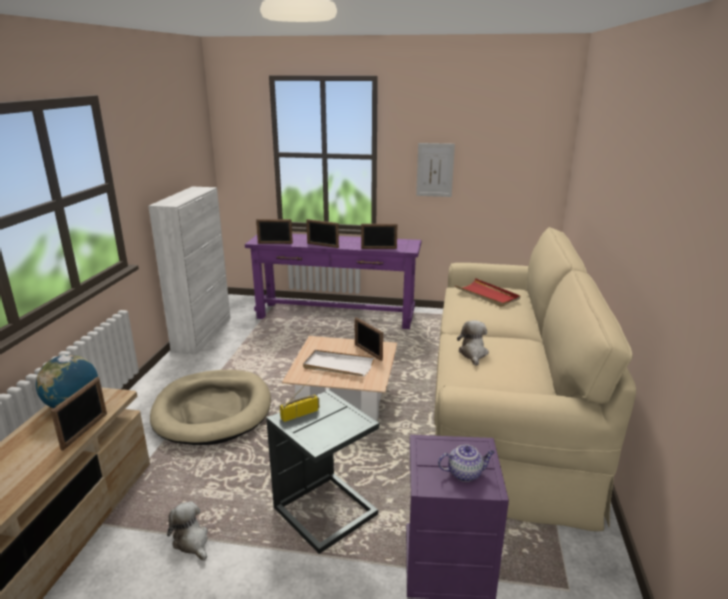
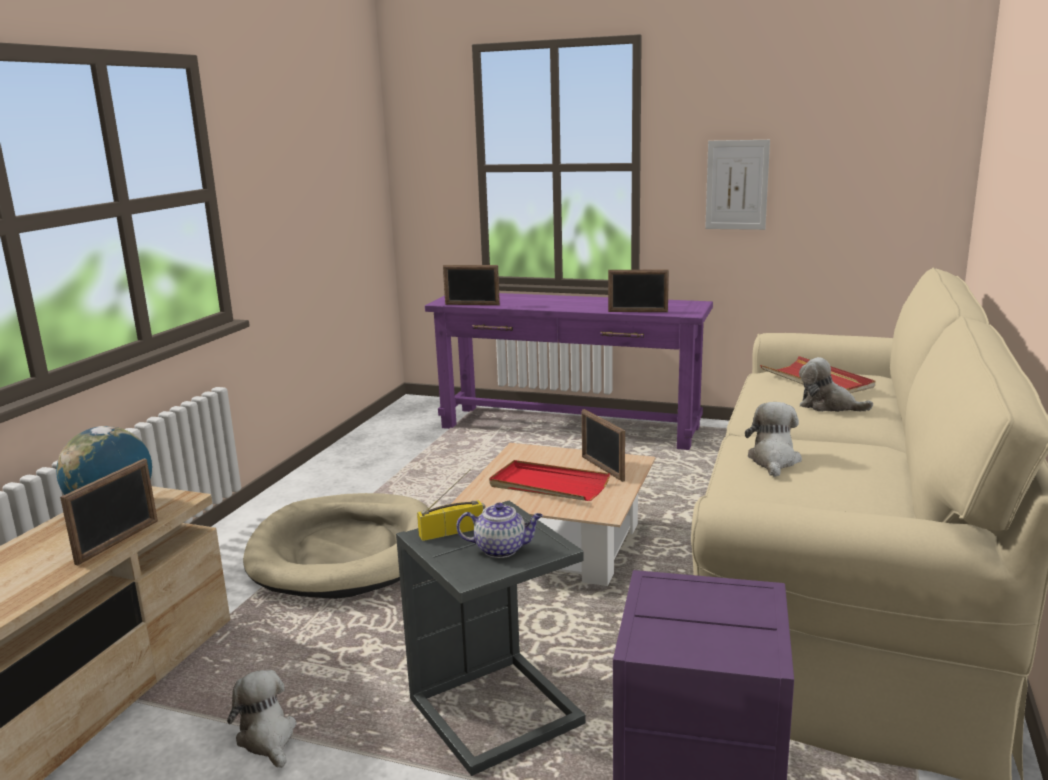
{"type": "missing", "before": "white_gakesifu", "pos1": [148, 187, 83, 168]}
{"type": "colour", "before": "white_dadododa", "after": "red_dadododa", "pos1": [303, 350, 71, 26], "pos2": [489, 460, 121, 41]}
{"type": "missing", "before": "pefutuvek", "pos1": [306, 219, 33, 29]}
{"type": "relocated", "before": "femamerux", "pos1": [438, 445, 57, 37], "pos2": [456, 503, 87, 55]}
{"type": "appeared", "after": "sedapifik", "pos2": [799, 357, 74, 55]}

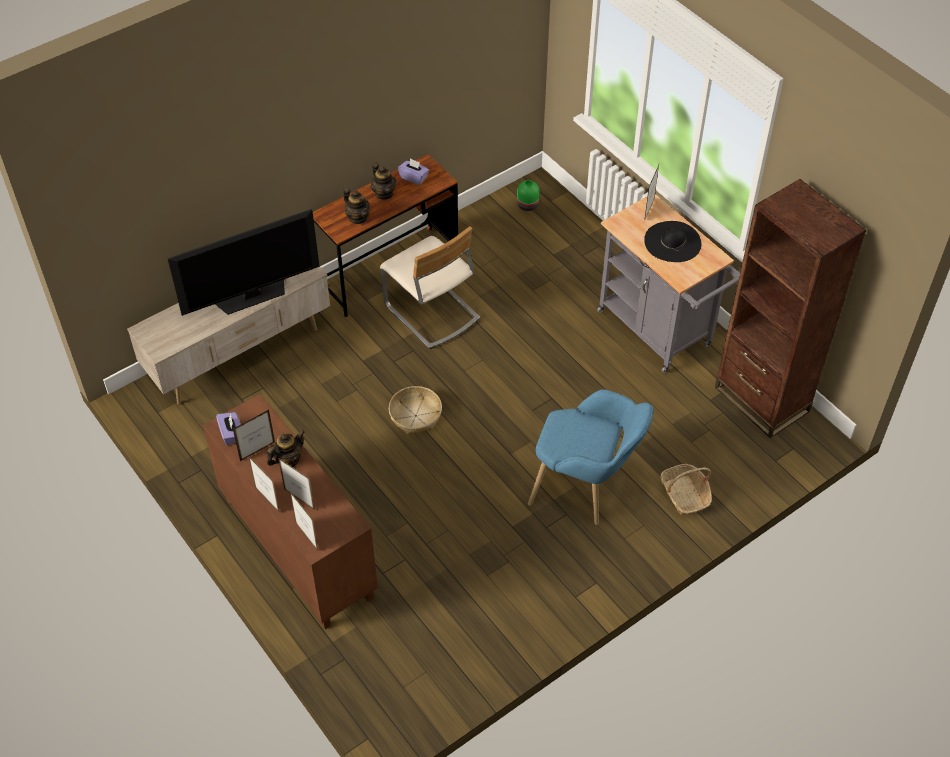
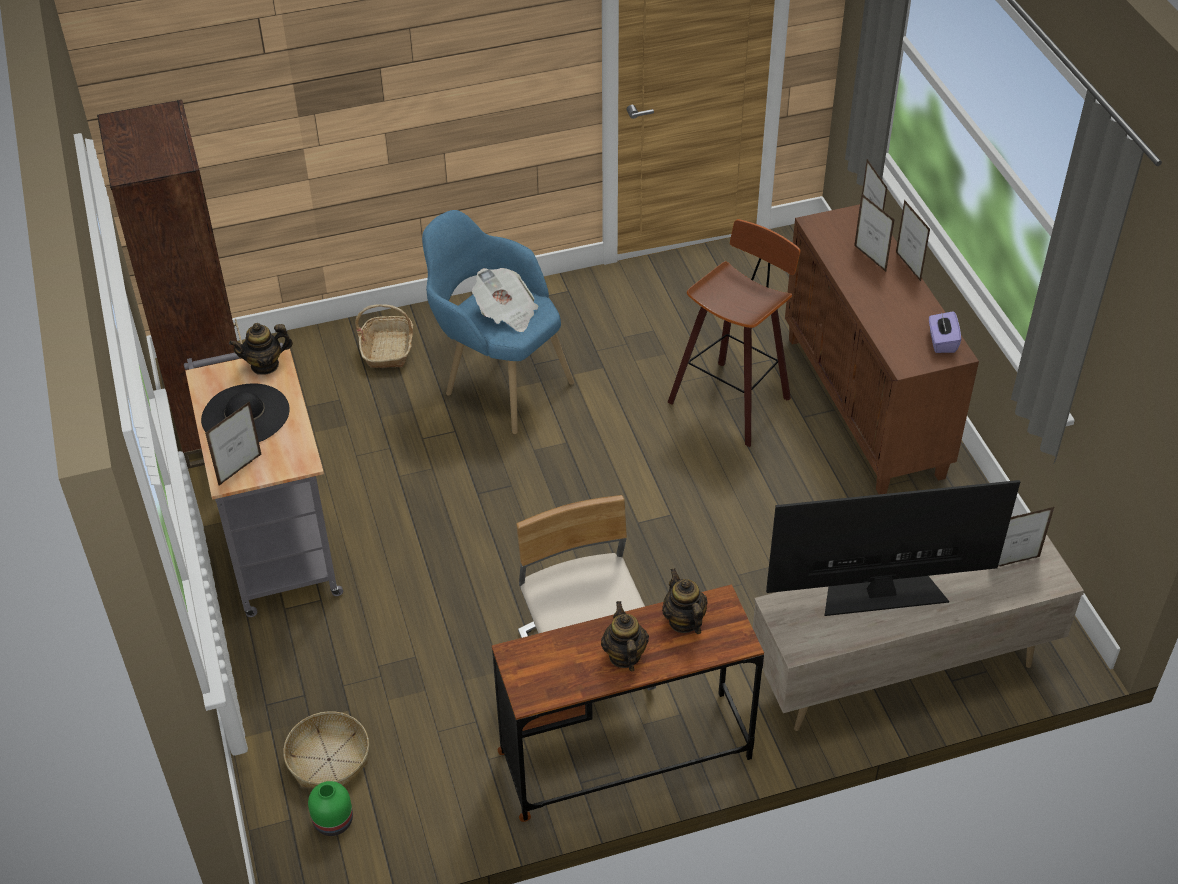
{"type": "relocated", "before": "pefutuvek", "pos1": [233, 410, 42, 51], "pos2": [998, 507, 56, 59]}
{"type": "relocated", "before": "femamerux", "pos1": [267, 430, 38, 37], "pos2": [229, 323, 64, 52]}
{"type": "relocated", "before": "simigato", "pos1": [389, 386, 53, 49], "pos2": [283, 711, 86, 77]}
{"type": "missing", "before": "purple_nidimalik", "pos1": [398, 158, 31, 27]}
{"type": "appeared", "after": "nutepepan", "pos2": [472, 268, 66, 64]}
{"type": "appeared", "after": "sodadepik", "pos2": [667, 219, 134, 228]}

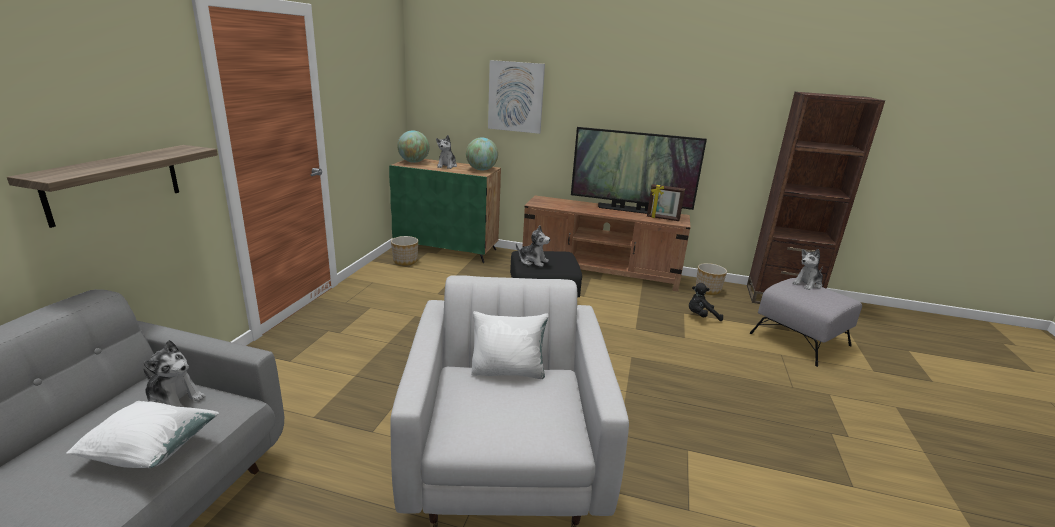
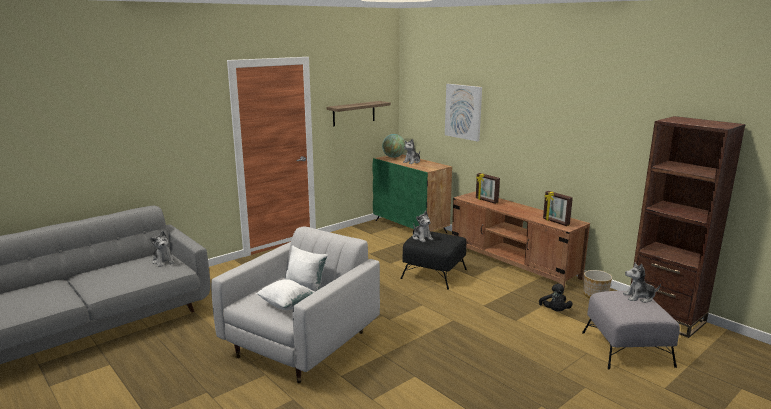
{"type": "relocated", "before": "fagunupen", "pos1": [7, 145, 211, 83], "pos2": [327, 101, 64, 25]}
{"type": "relocated", "before": "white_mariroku", "pos1": [66, 401, 153, 67], "pos2": [256, 279, 59, 31]}
{"type": "missing", "before": "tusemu", "pos1": [391, 236, 27, 30]}
{"type": "missing", "before": "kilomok", "pos1": [466, 138, 32, 33]}
{"type": "missing", "before": "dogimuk", "pos1": [571, 127, 136, 87]}
{"type": "spun", "before": "black_sedapifik", "pos1": [689, 283, 34, 38], "pos2": [539, 284, 34, 27], "turn": -120}
{"type": "appeared", "after": "pefutuvek", "pos2": [476, 173, 24, 31]}

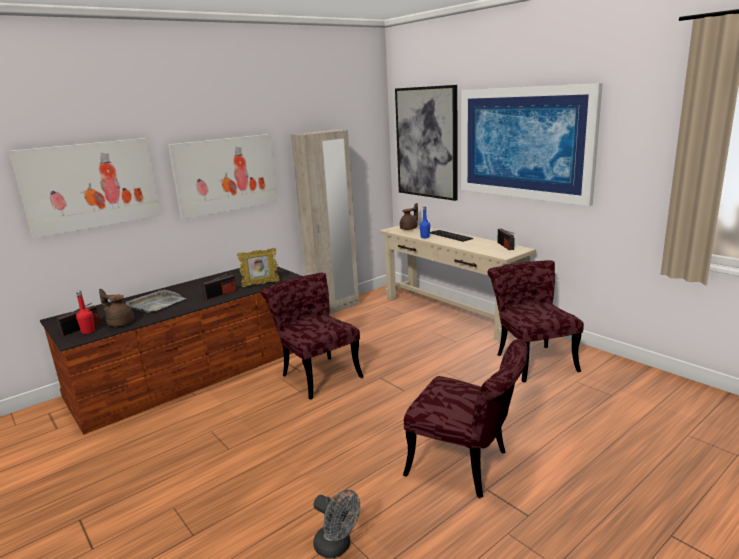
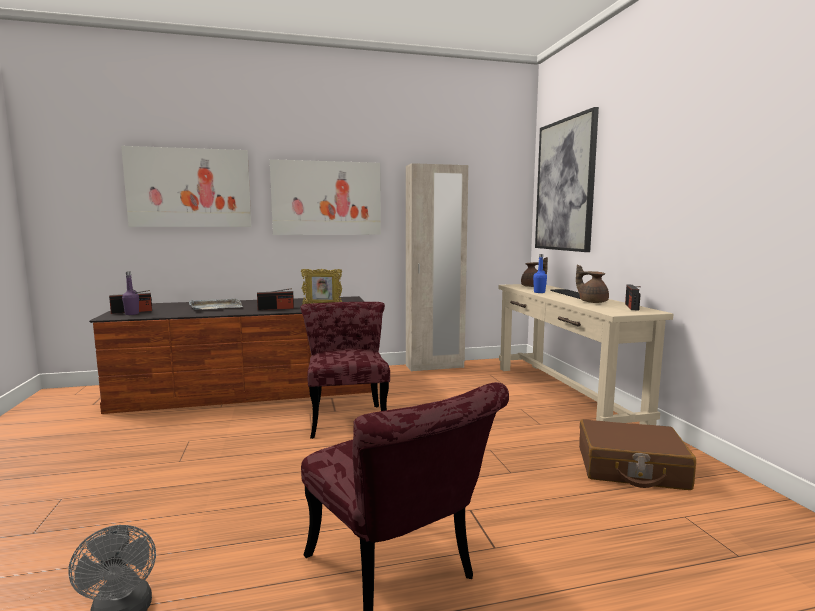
{"type": "colour", "before": "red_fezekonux", "after": "purple_fezekonux", "pos1": [76, 290, 19, 44], "pos2": [122, 271, 17, 44]}
{"type": "relocated", "before": "brown_femamerux", "pos1": [99, 289, 35, 37], "pos2": [576, 264, 33, 39]}
{"type": "missing", "before": "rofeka", "pos1": [461, 83, 142, 123]}
{"type": "exchanged", "before": "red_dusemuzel", "after": "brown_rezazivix", "pos1": [488, 260, 96, 122], "pos2": [579, 419, 117, 71]}

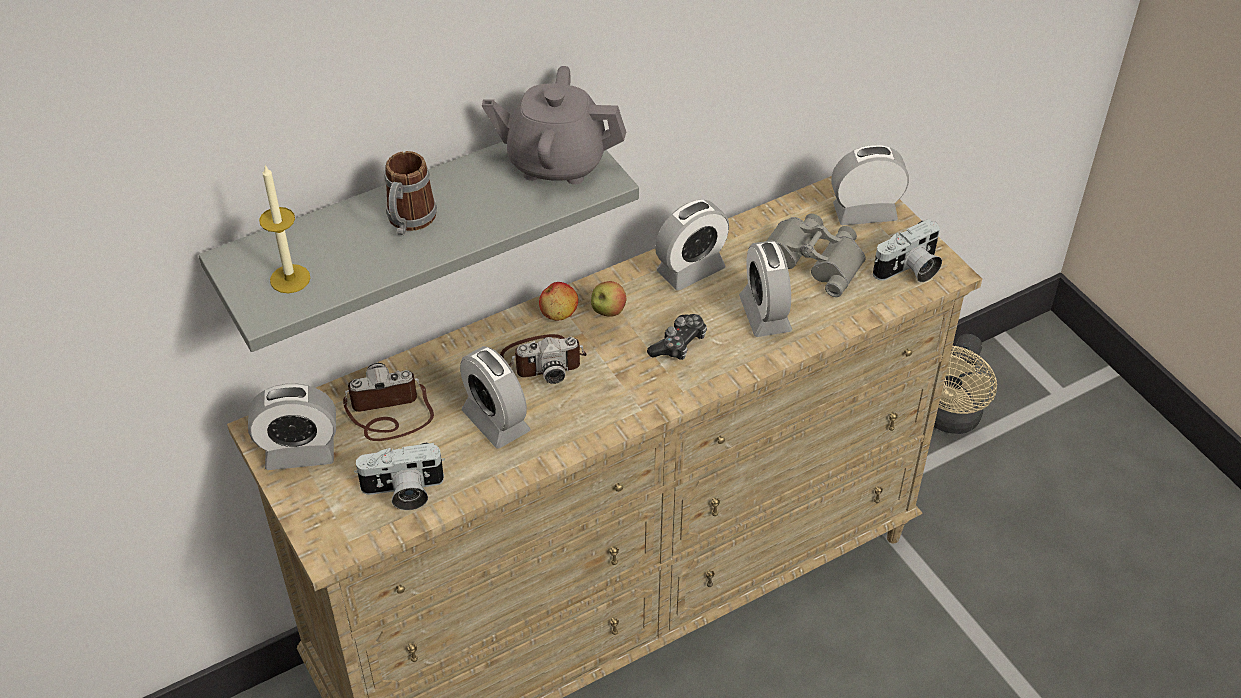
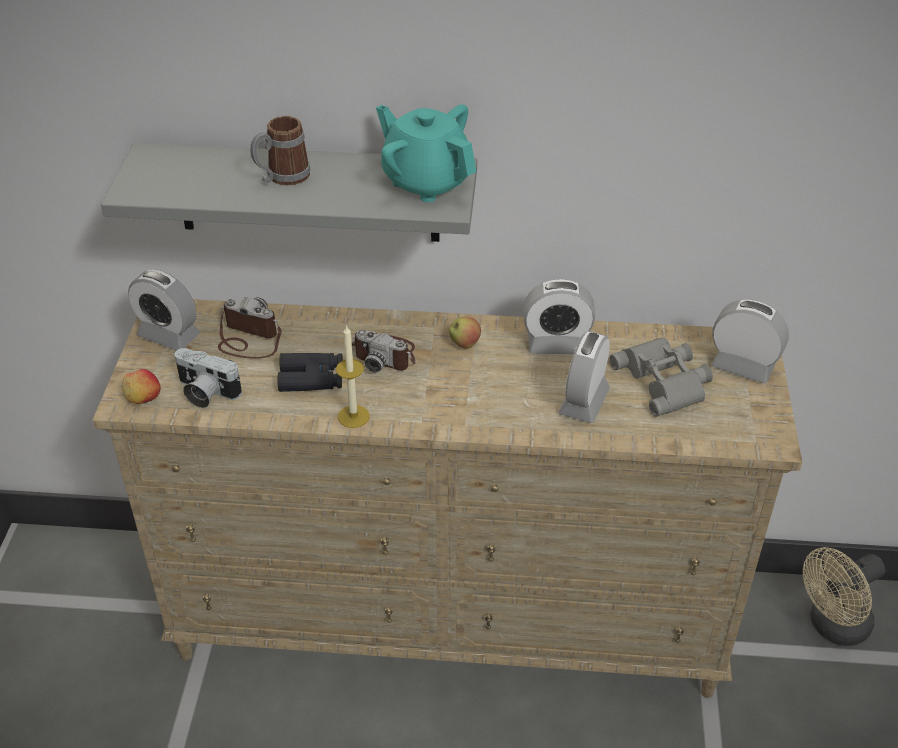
{"type": "relocated", "before": "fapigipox", "pos1": [259, 164, 51, 129], "pos2": [336, 325, 34, 103]}
{"type": "exchanged", "before": "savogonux", "after": "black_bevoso", "pos1": [460, 346, 71, 103], "pos2": [278, 353, 65, 39]}
{"type": "colour", "before": "grey_femamerux", "after": "turquoise_femamerux", "pos1": [482, 66, 144, 119], "pos2": [376, 104, 101, 98]}
{"type": "relocated", "before": "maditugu", "pos1": [539, 282, 39, 38], "pos2": [122, 369, 38, 35]}
{"type": "missing", "before": "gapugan", "pos1": [647, 314, 60, 46]}
{"type": "missing", "before": "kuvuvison", "pos1": [873, 219, 69, 63]}

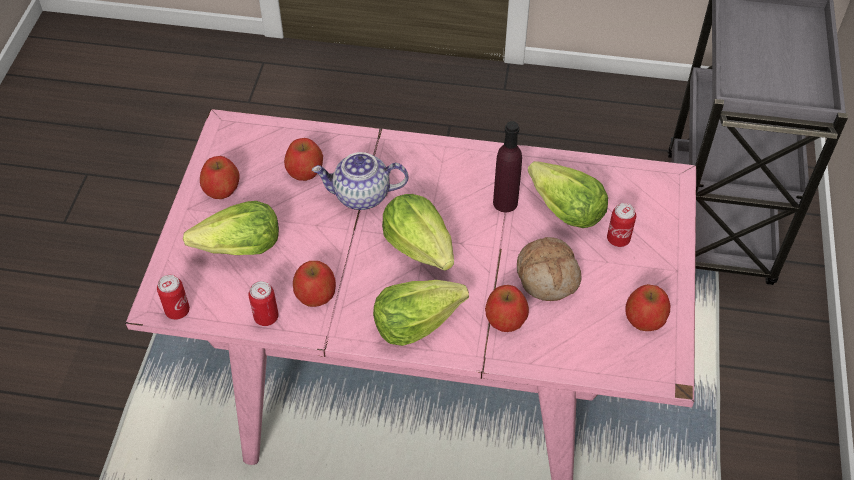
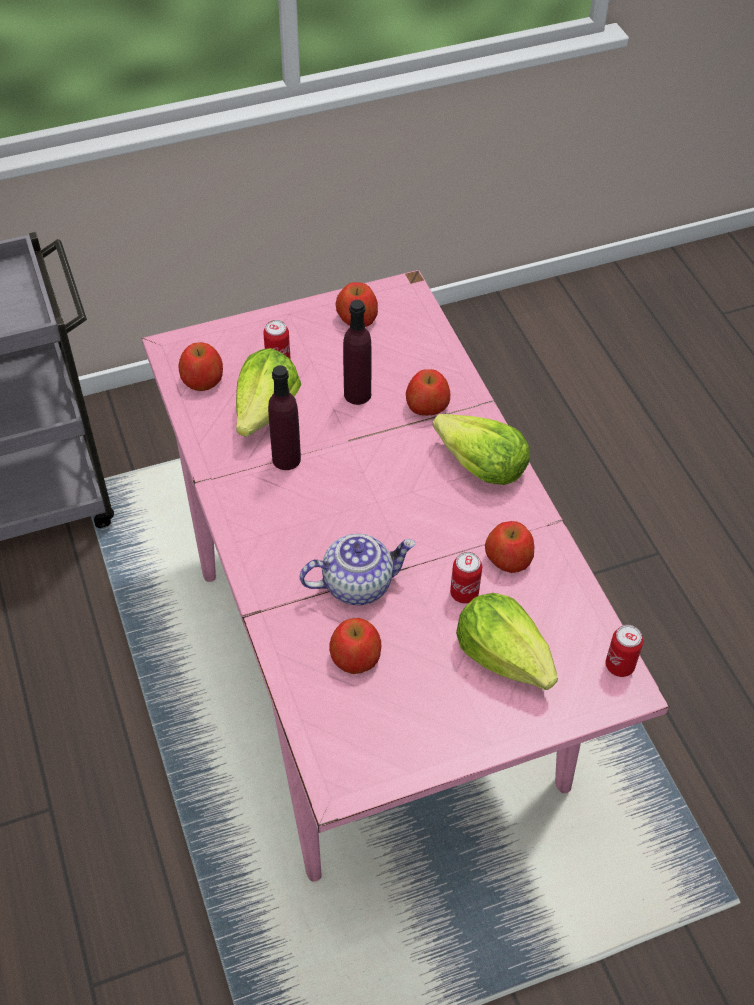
{"type": "relocated", "before": "maditugu", "pos1": [200, 156, 40, 43], "pos2": [178, 342, 45, 49]}
{"type": "relocated", "before": "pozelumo", "pos1": [248, 281, 31, 45], "pos2": [450, 552, 32, 52]}
{"type": "spun", "before": "femamerux", "pos1": [312, 152, 96, 58], "pos2": [300, 534, 116, 71], "turn": -75}
{"type": "missing", "before": "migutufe", "pos1": [382, 194, 72, 77]}
{"type": "exchanged", "before": "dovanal", "after": "purple_fezekonux", "pos1": [517, 237, 65, 64], "pos2": [343, 300, 28, 105]}

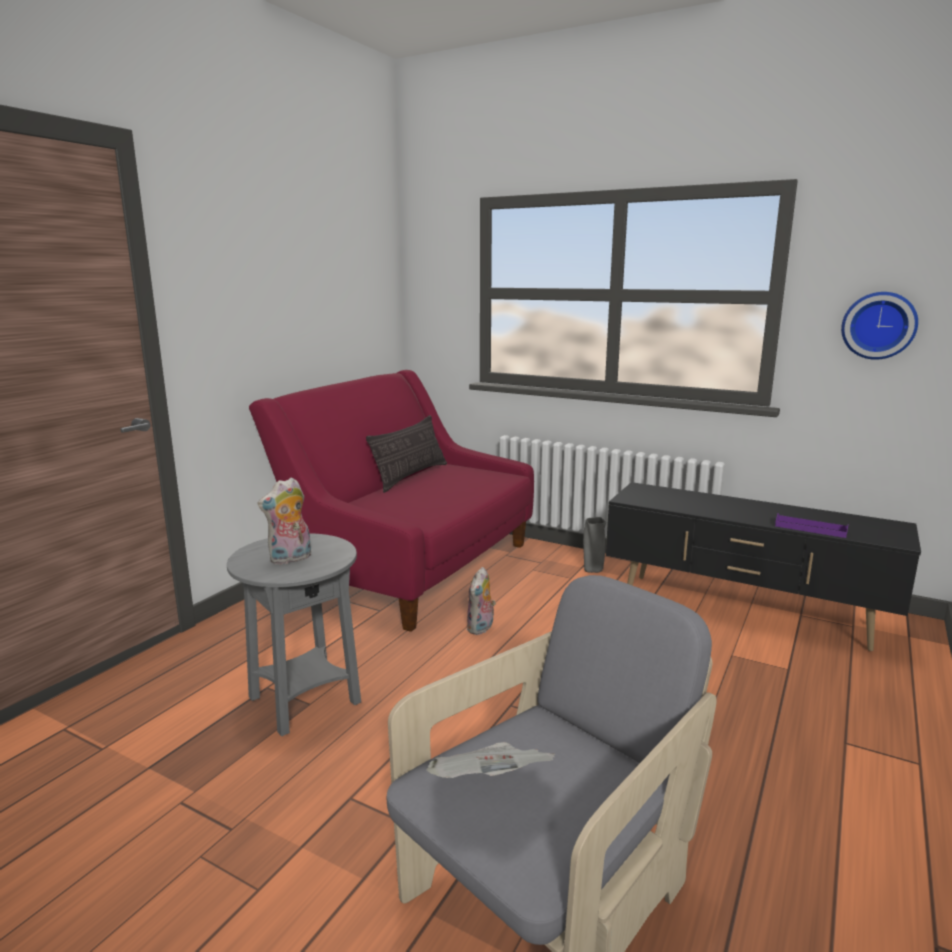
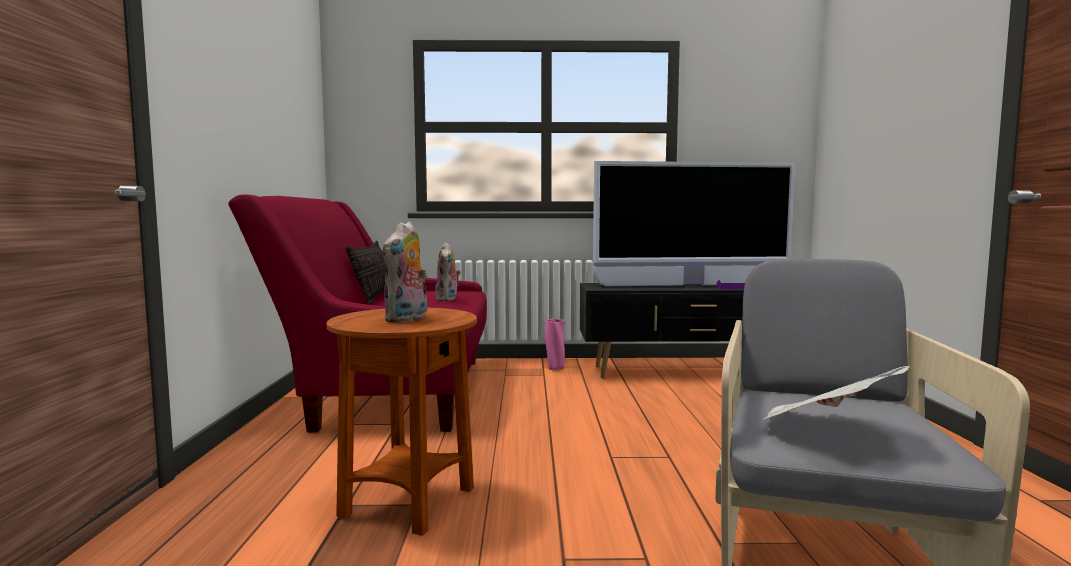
{"type": "colour", "before": "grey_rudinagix", "after": "brown_rudinagix", "pos1": [227, 533, 134, 203], "pos2": [327, 308, 150, 228]}
{"type": "relocated", "before": "sedapifik", "pos1": [467, 567, 29, 68], "pos2": [435, 243, 26, 58]}
{"type": "colour", "before": "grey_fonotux", "after": "pink_fonotux", "pos1": [583, 517, 23, 56], "pos2": [545, 319, 20, 51]}
{"type": "missing", "before": "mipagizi", "pos1": [841, 292, 77, 68]}
{"type": "appeared", "after": "dogimuk", "pos2": [593, 161, 202, 125]}

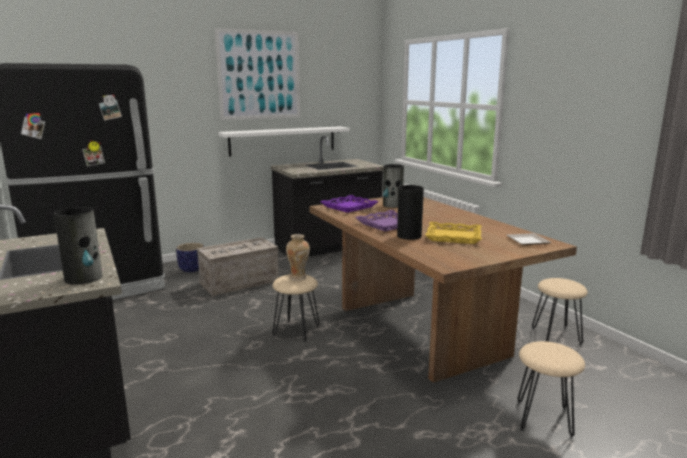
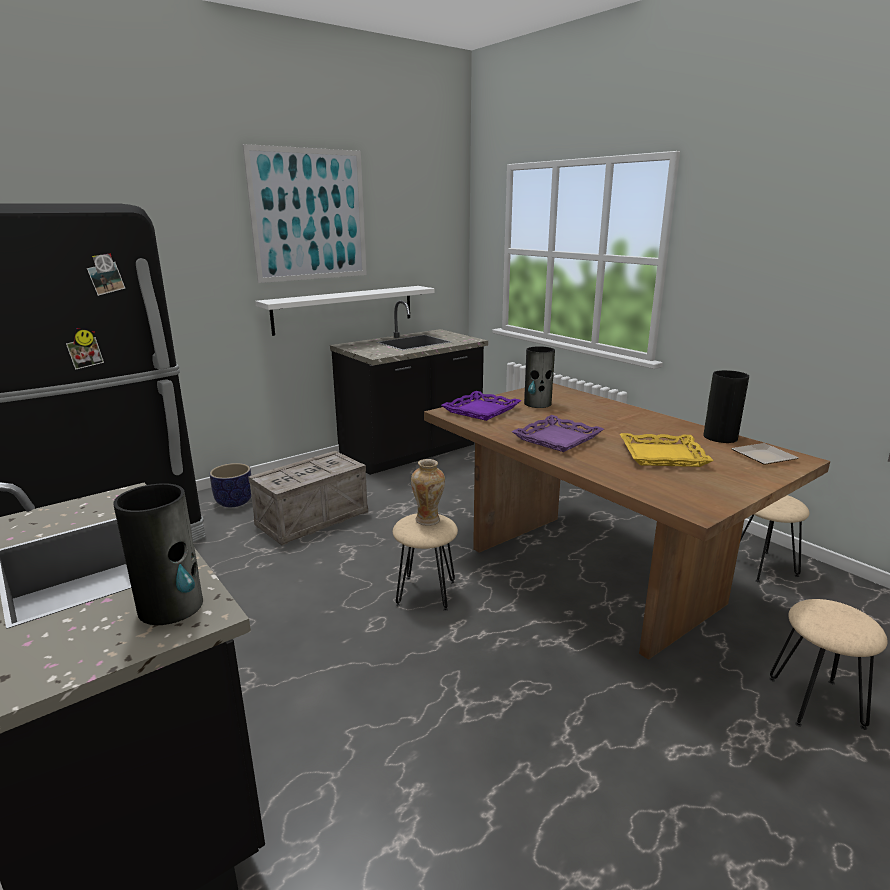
{"type": "relocated", "before": "fonotux", "pos1": [397, 185, 27, 55], "pos2": [704, 370, 45, 73]}

